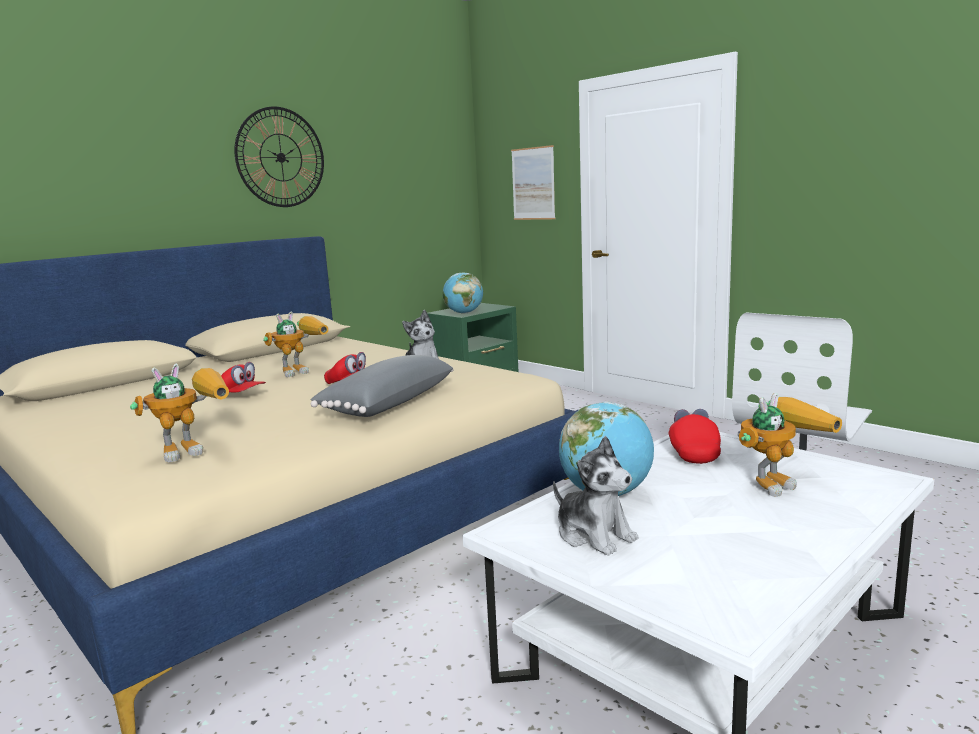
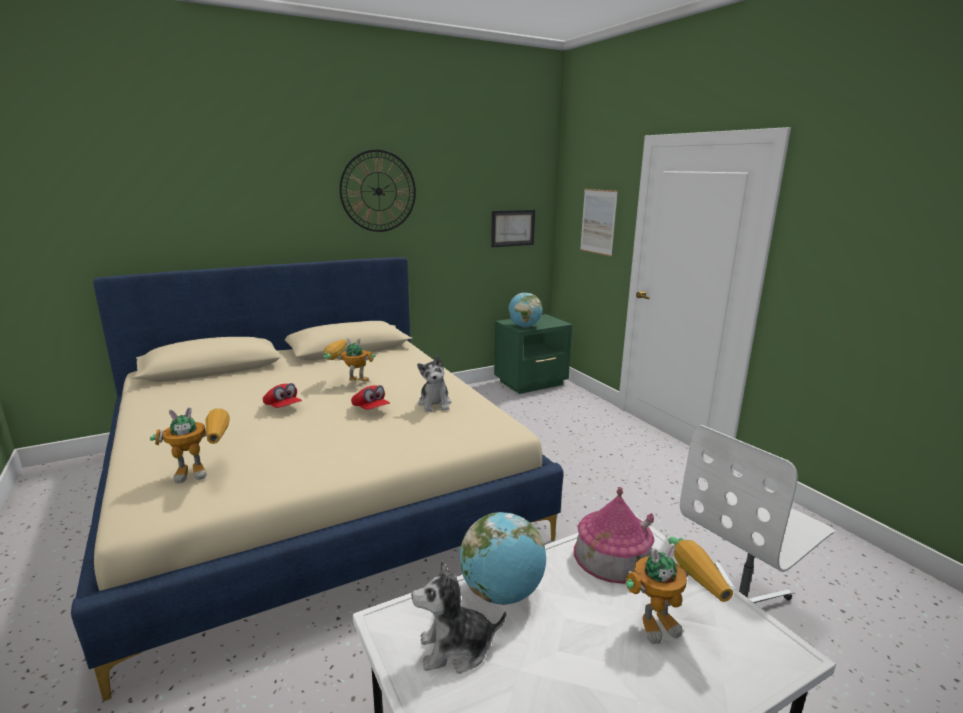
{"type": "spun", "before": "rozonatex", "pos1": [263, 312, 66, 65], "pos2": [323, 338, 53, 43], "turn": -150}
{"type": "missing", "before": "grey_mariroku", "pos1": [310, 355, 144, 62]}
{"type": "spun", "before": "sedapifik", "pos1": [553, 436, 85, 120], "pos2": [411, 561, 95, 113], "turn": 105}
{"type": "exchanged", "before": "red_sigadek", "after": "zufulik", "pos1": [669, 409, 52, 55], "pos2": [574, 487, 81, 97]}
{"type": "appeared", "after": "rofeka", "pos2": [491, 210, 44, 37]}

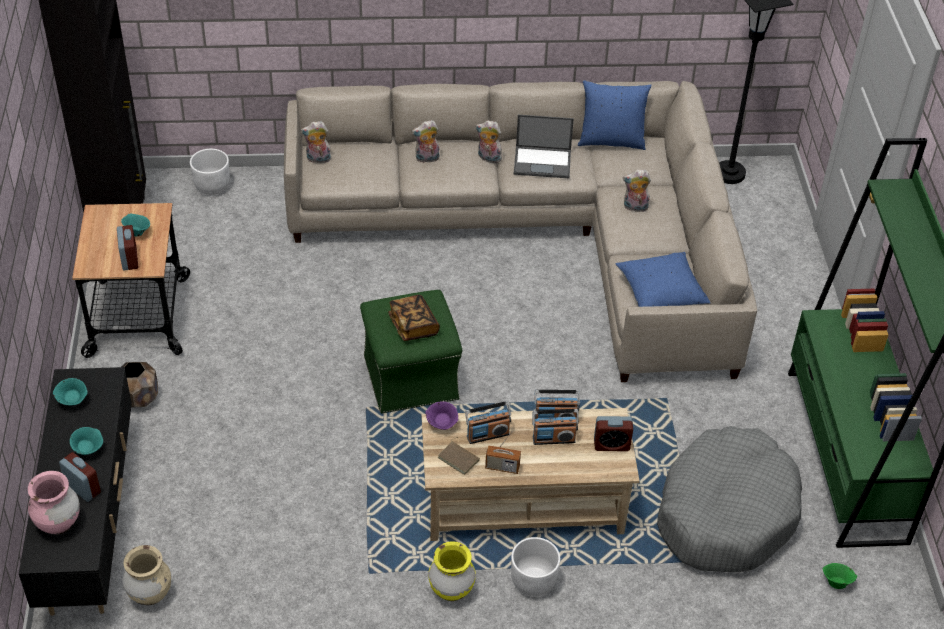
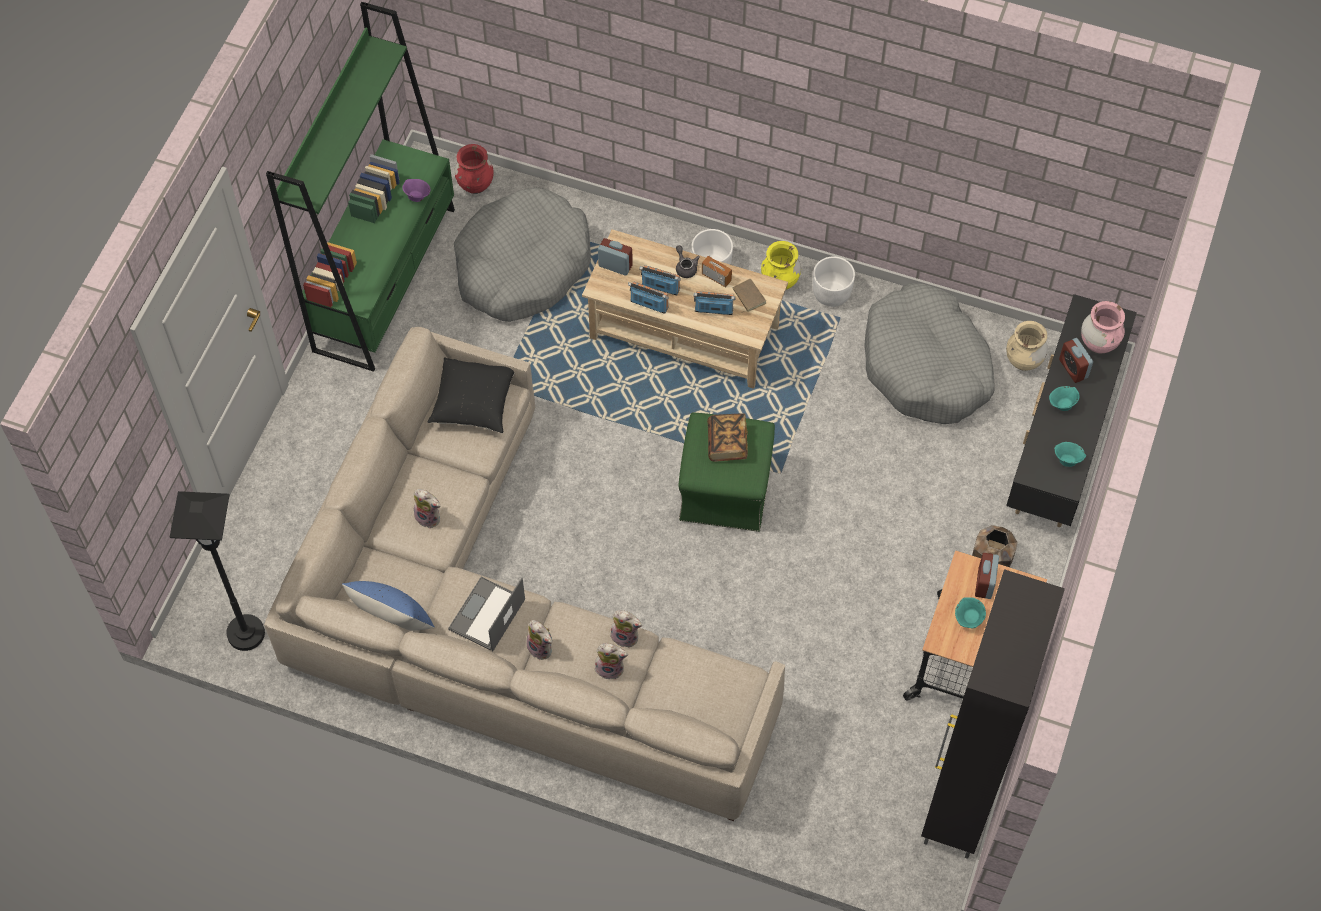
{"type": "relocated", "before": "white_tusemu", "pos1": [190, 149, 40, 46], "pos2": [813, 256, 42, 51]}
{"type": "relocated", "before": "sedapifik", "pos1": [300, 121, 31, 42], "pos2": [610, 610, 32, 38]}
{"type": "relocated", "before": "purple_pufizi", "pos1": [425, 401, 33, 29], "pos2": [402, 179, 28, 23]}
{"type": "spun", "before": "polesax", "pos1": [514, 115, 60, 63], "pos2": [448, 577, 77, 75], "turn": -90}
{"type": "colour", "before": "blue_mariroku", "after": "black_mariroku", "pos1": [616, 252, 94, 55], "pos2": [427, 357, 87, 76]}
{"type": "exchanged", "before": "green_pufizi", "after": "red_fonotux", "pos1": [823, 563, 34, 26], "pos2": [454, 144, 40, 50]}
{"type": "appeared", "after": "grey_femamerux", "pos2": [676, 245, 24, 33]}
{"type": "appeared", "after": "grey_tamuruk", "pos2": [864, 283, 131, 141]}

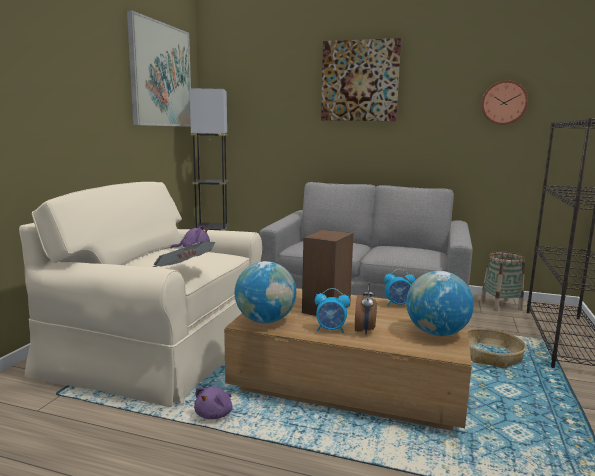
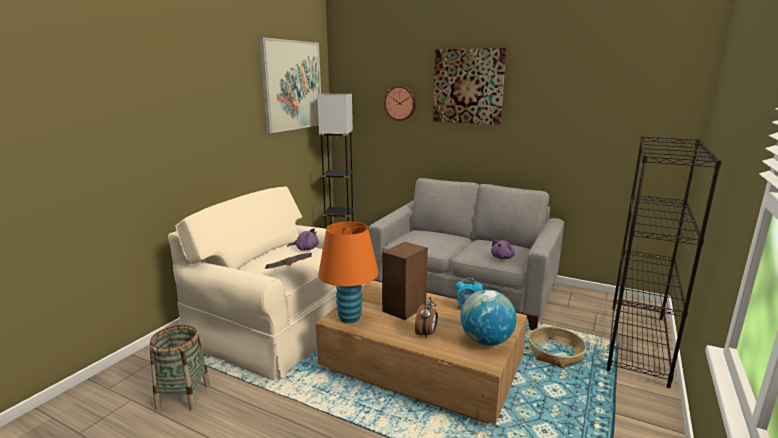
{"type": "relocated", "before": "purple_sedapifik", "pos1": [194, 386, 39, 33], "pos2": [491, 239, 24, 20]}
{"type": "exchanged", "before": "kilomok", "after": "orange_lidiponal", "pos1": [235, 261, 61, 63], "pos2": [318, 222, 61, 101]}
{"type": "missing", "before": "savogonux", "pos1": [315, 288, 35, 45]}
{"type": "relocated", "before": "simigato", "pos1": [480, 251, 45, 60], "pos2": [150, 325, 60, 85]}
{"type": "relocated", "before": "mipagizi", "pos1": [481, 80, 47, 45], "pos2": [384, 86, 32, 35]}

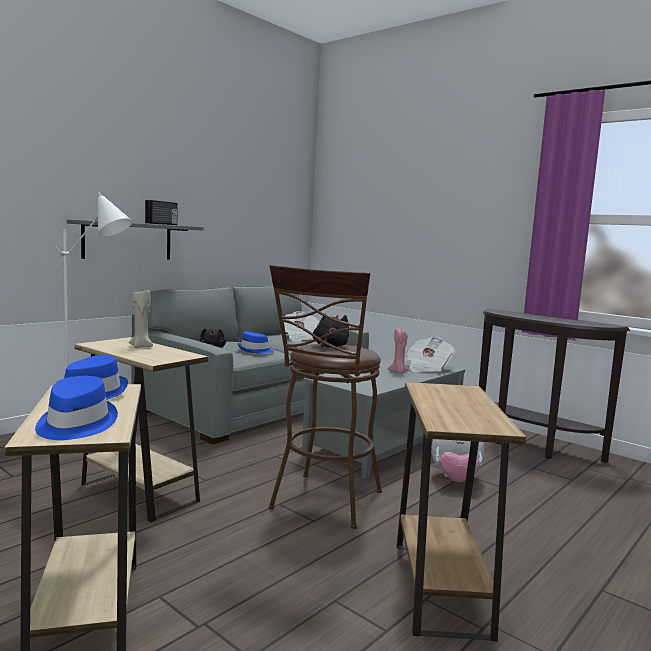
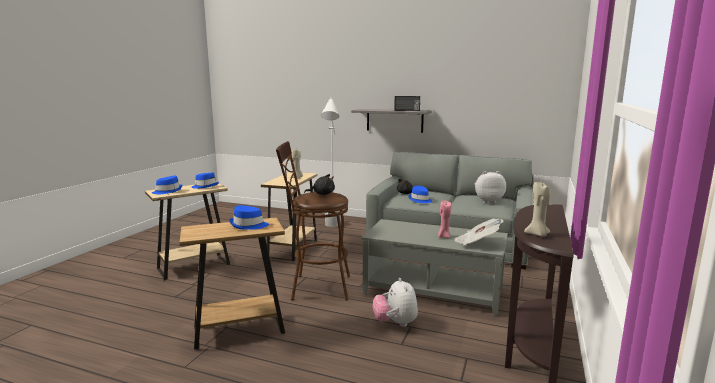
{"type": "exchanged", "before": "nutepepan", "after": "sedapifik", "pos1": [284, 311, 36, 30], "pos2": [475, 171, 31, 32]}
{"type": "appeared", "after": "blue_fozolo", "pos2": [229, 205, 40, 25]}
{"type": "appeared", "after": "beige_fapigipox", "pos2": [524, 182, 27, 55]}

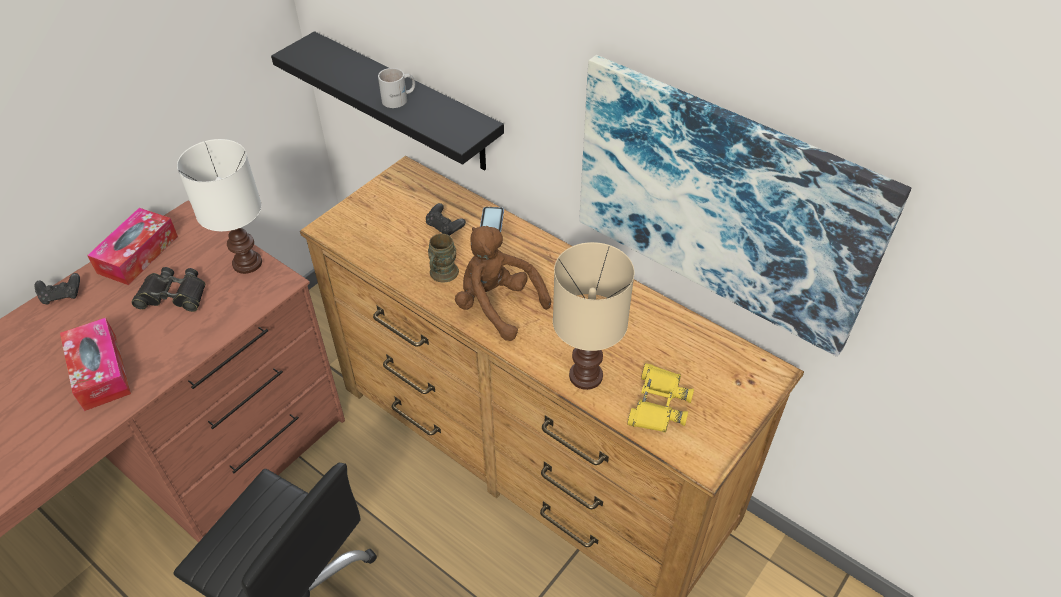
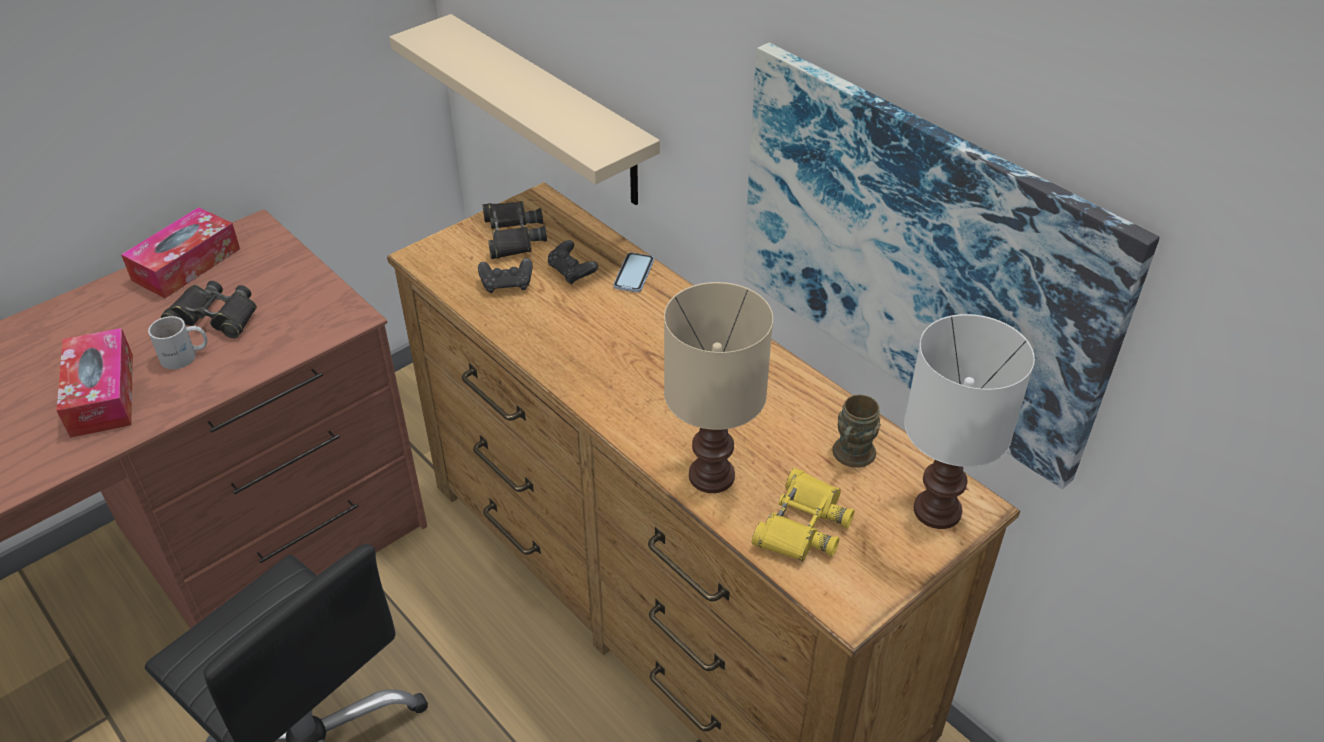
{"type": "relocated", "before": "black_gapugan", "pos1": [34, 273, 46, 31], "pos2": [478, 258, 54, 35]}
{"type": "relocated", "before": "white_lidiponal", "pos1": [177, 139, 85, 135], "pos2": [904, 314, 131, 215]}
{"type": "colour", "before": "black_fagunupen", "after": "beige_fagunupen", "pos1": [271, 31, 233, 139], "pos2": [390, 14, 270, 191]}
{"type": "relocated", "before": "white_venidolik", "pos1": [378, 68, 37, 40], "pos2": [148, 316, 59, 53]}
{"type": "relocated", "before": "brown_venidolik", "pos1": [428, 234, 31, 48], "pos2": [832, 395, 49, 73]}
{"type": "missing", "before": "brown_sedapifik", "pos1": [455, 226, 96, 115]}
{"type": "appeared", "after": "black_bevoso", "pos2": [482, 201, 65, 58]}

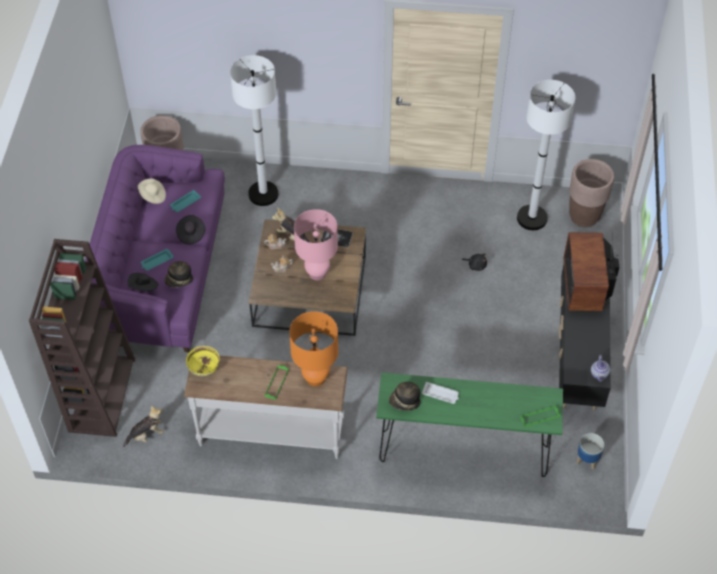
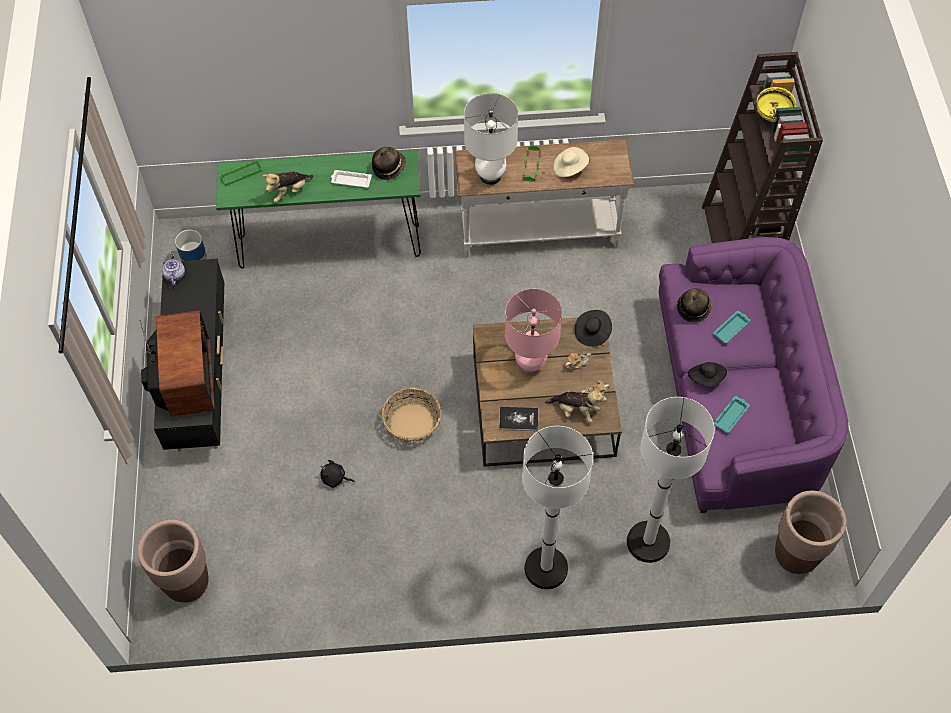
{"type": "relocated", "before": "sedapifik", "pos1": [123, 406, 41, 41], "pos2": [263, 172, 50, 30]}
{"type": "relocated", "before": "black_fozolo", "pos1": [127, 273, 32, 18], "pos2": [575, 310, 37, 37]}
{"type": "relocated", "before": "beige_fozolo", "pos1": [138, 179, 28, 25], "pos2": [554, 147, 35, 30]}
{"type": "relocated", "before": "yellow_pufizi", "pos1": [186, 346, 34, 30], "pos2": [757, 87, 39, 35]}
{"type": "colour", "before": "orange_lidiponal", "after": "white_lidiponal", "pos1": [289, 311, 49, 75], "pos2": [464, 93, 54, 92]}
{"type": "relocated", "before": "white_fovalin", "pos1": [517, 80, 58, 150], "pos2": [522, 426, 71, 163]}
{"type": "appeared", "after": "simigato", "pos2": [382, 388, 59, 55]}

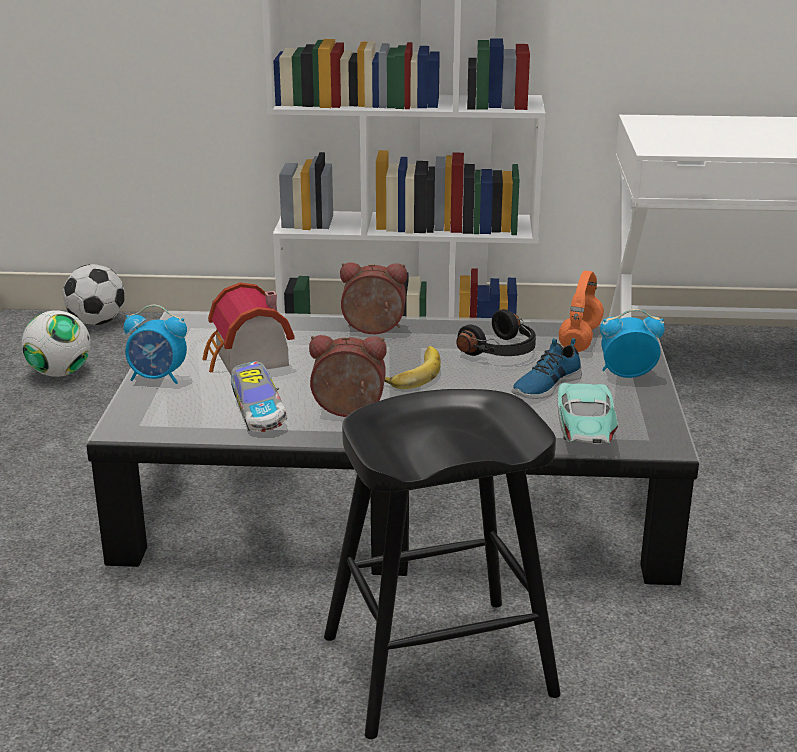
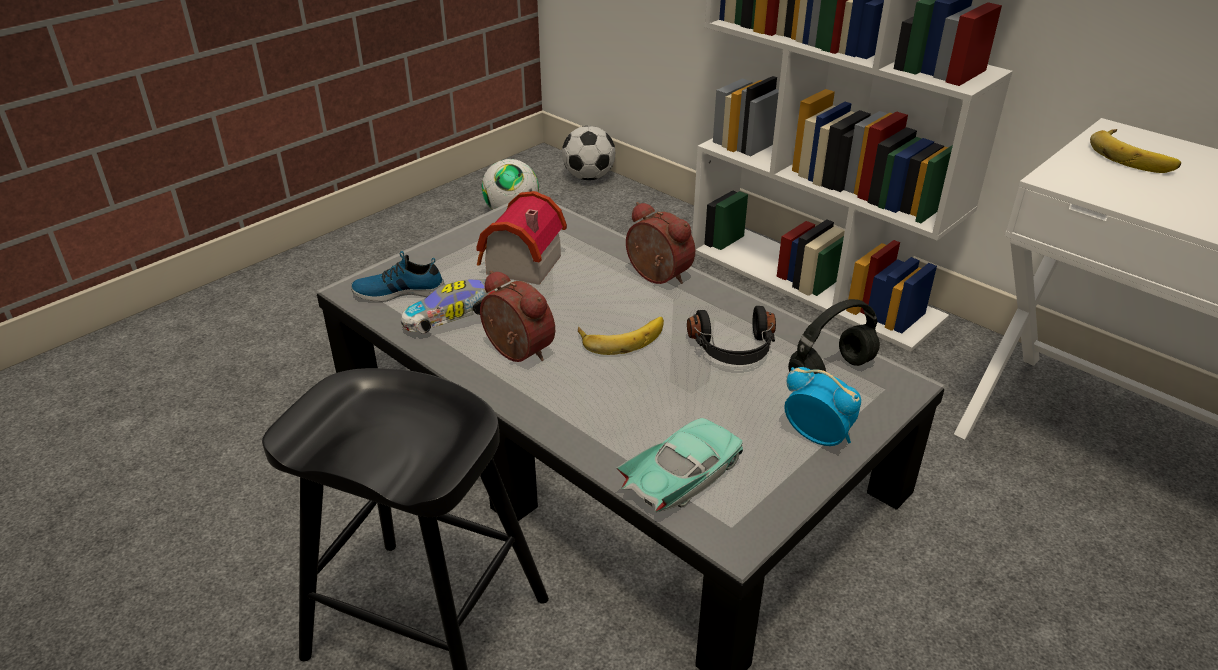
{"type": "missing", "before": "savogonux", "pos1": [124, 305, 63, 79]}
{"type": "spun", "before": "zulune", "pos1": [231, 361, 56, 71], "pos2": [401, 279, 96, 54], "turn": 45}
{"type": "relocated", "before": "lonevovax", "pos1": [512, 338, 70, 61], "pos2": [351, 251, 94, 51]}
{"type": "colour", "before": "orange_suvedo", "after": "black_suvedo", "pos1": [559, 271, 45, 81], "pos2": [788, 299, 92, 75]}
{"type": "appeared", "after": "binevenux", "pos2": [1090, 129, 91, 44]}

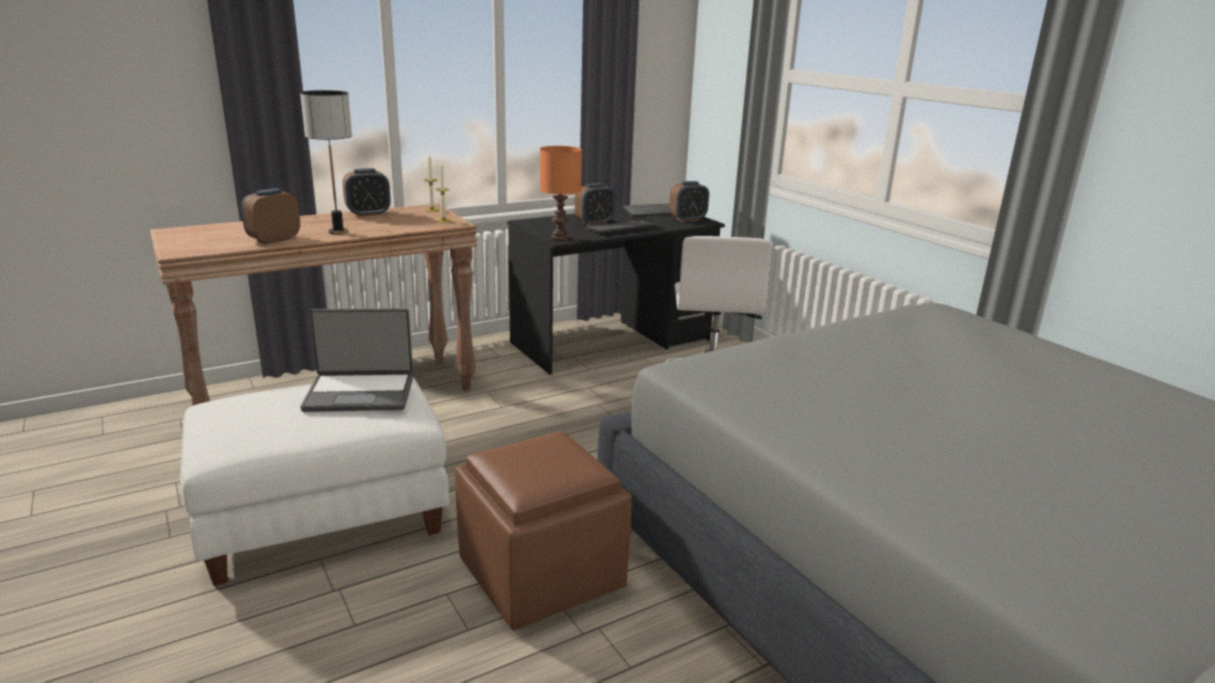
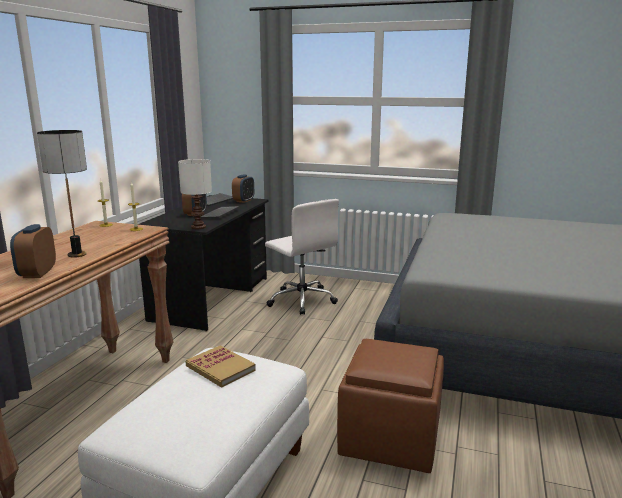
{"type": "exchanged", "before": "polesax", "after": "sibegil", "pos1": [300, 309, 113, 103], "pos2": [186, 346, 70, 42]}
{"type": "missing", "before": "savogonux", "pos1": [342, 168, 49, 49]}
{"type": "colour", "before": "orange_lidiponal", "after": "white_lidiponal", "pos1": [540, 146, 42, 95], "pos2": [178, 159, 34, 70]}

